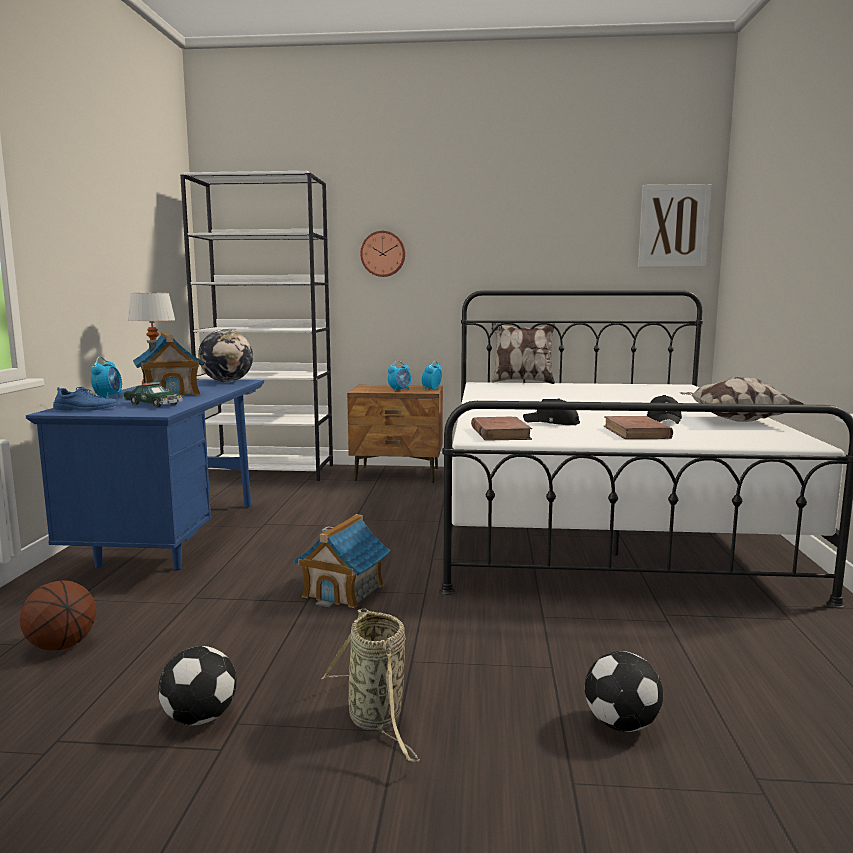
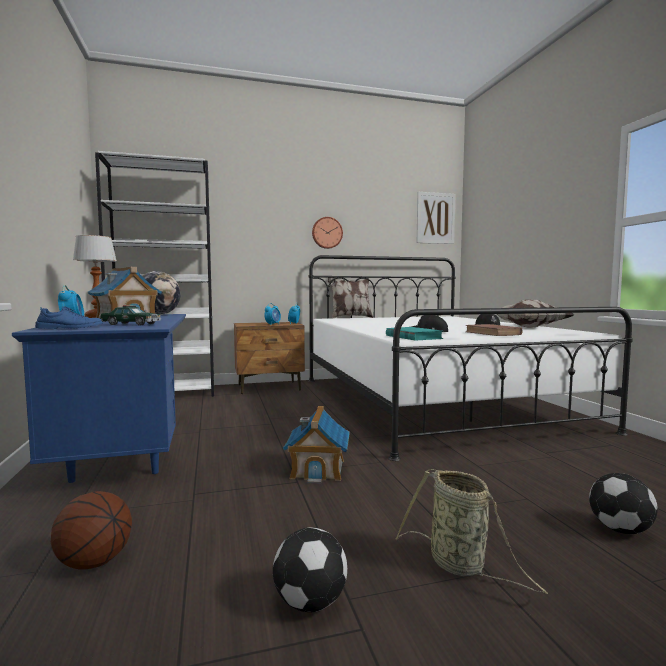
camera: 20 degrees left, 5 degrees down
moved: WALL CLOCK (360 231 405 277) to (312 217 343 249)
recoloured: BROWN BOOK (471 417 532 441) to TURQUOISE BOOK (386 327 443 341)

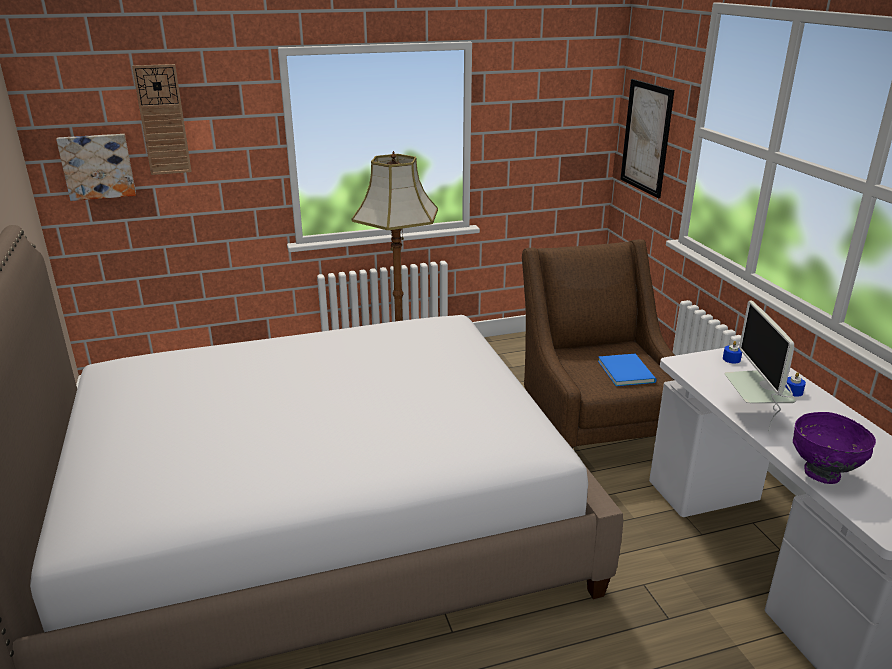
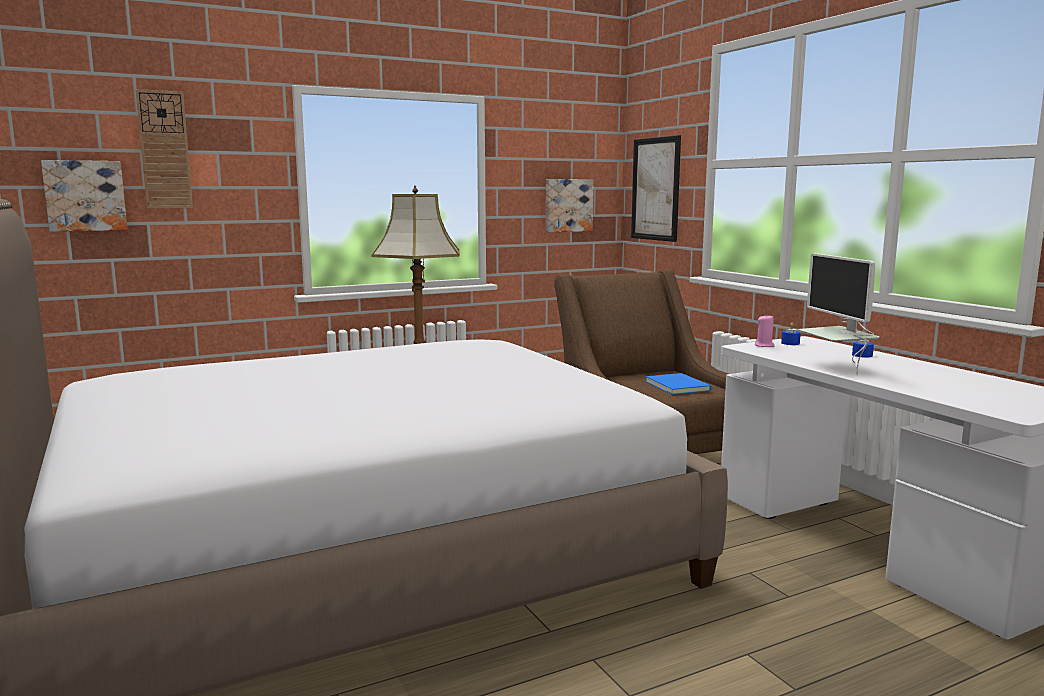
camera: 10 degrees left, 15 degrees down
removed: PURPLE BOWL (793 412 876 484)
added: PICTURE (546 179 594 232); PINK CANDLE (755 314 775 347)

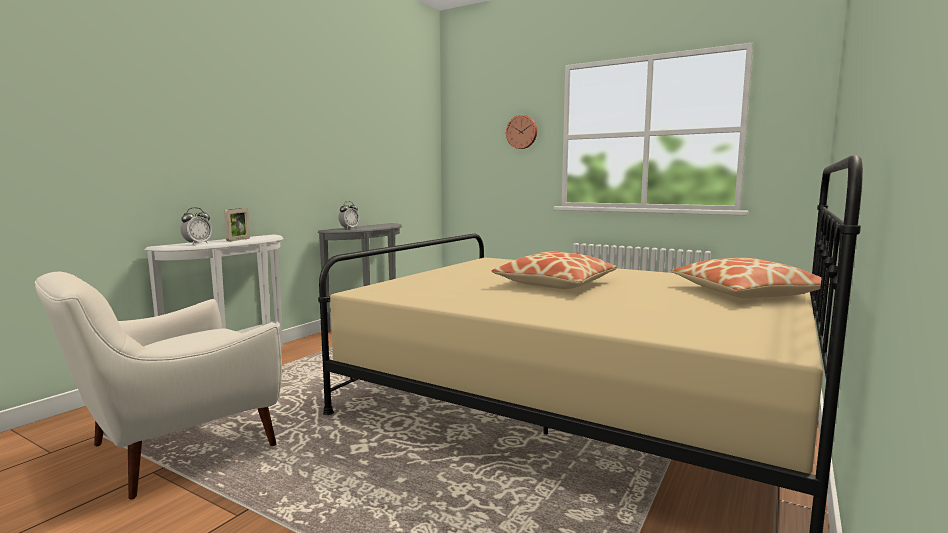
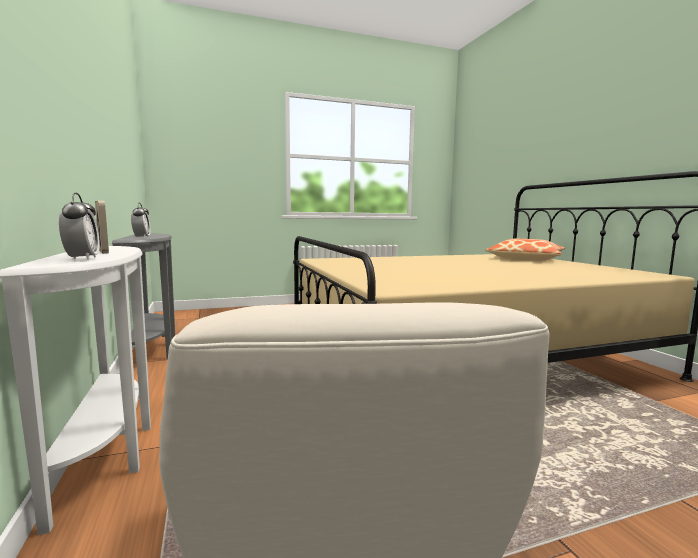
camera: 50 degrees left, 0 degrees up
removed: PILLOW (491 252 617 289); WALL CLOCK (506 115 537 149)

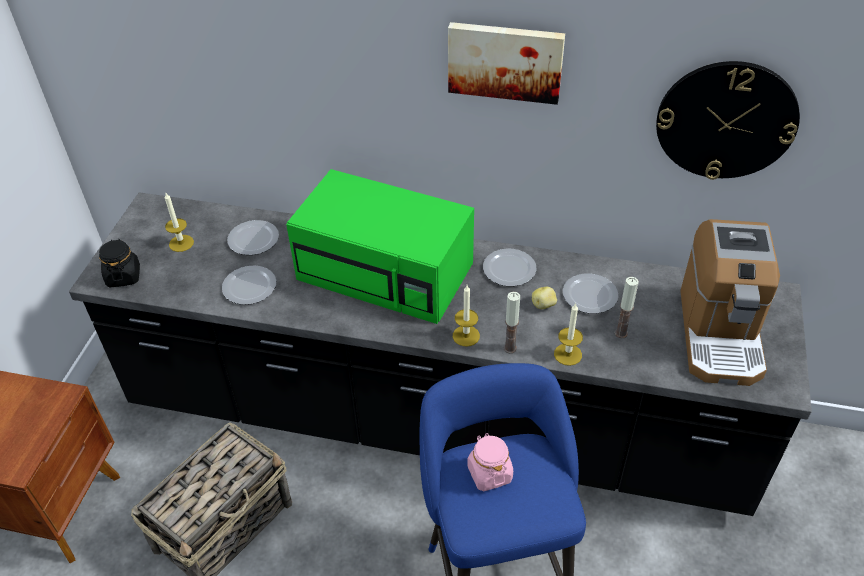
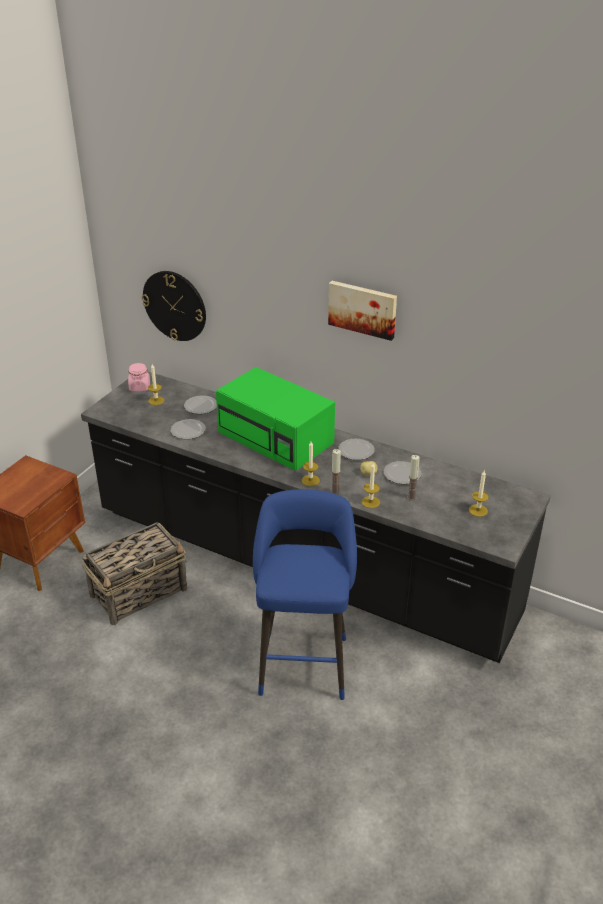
camera: 15 degrees right, 10 degrees down
removed: BLACK JAR (99 239 140 287)
moved: PINK JAR (467 433 513 491) to (128 363 150 392); WALL CLOCK (656 61 800 180) to (142 271 206 341)
replaced: COFFEE MACHINE (680 219 780 386) to CANDLE (469 471 489 517)

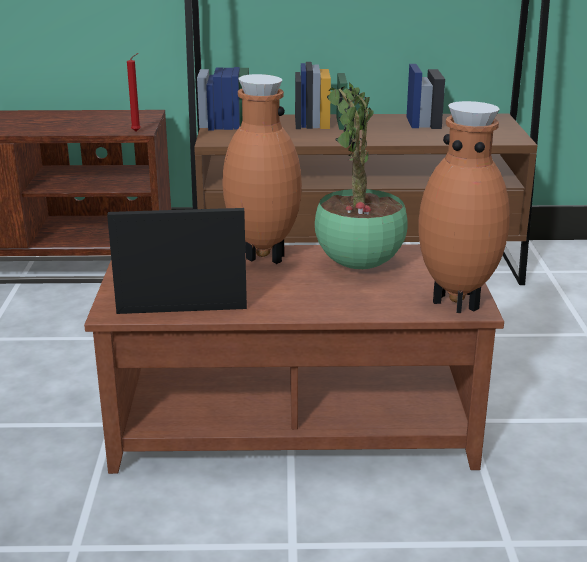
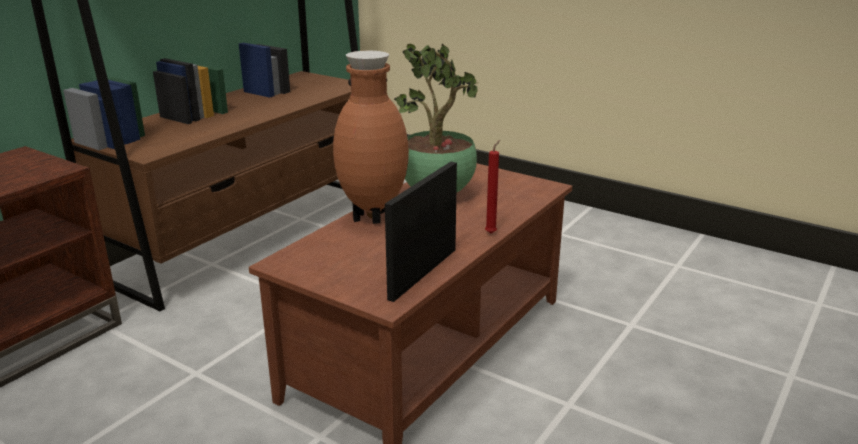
camera: 55 degrees left, 0 degrees up
removed: BROWN VASE (419 101 510 313)
moved: RED CANDLE (127 53 141 132) to (485 140 500 234)

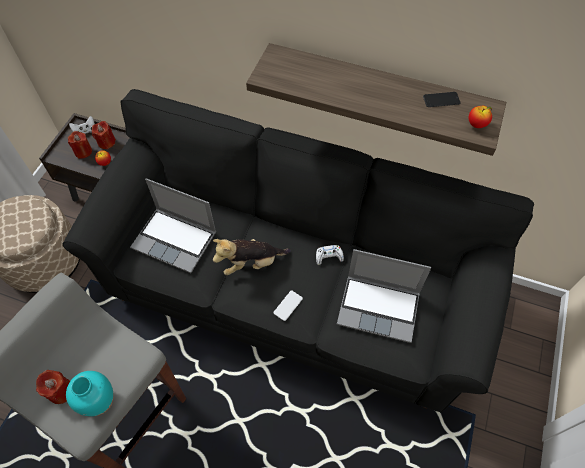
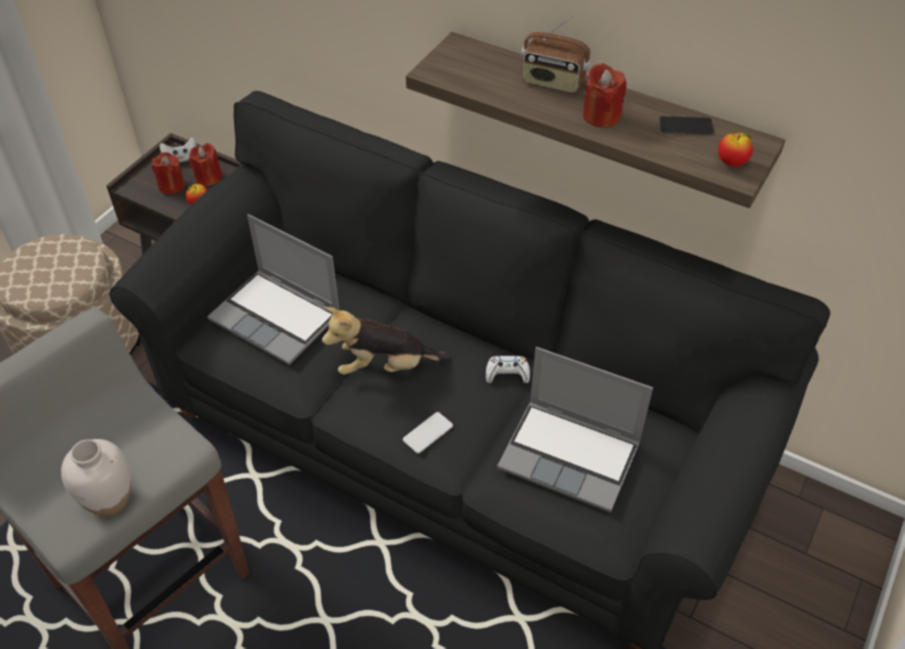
camera: 10 degrees right, 10 degrees down
added: RADIO (521 15 591 93)
moved: RED CANDLE (36 370 70 404) to (583 63 627 127)
recoloured: TURQUOISE VASE (66 371 114 416) to WHITE VASE (61 439 131 516)

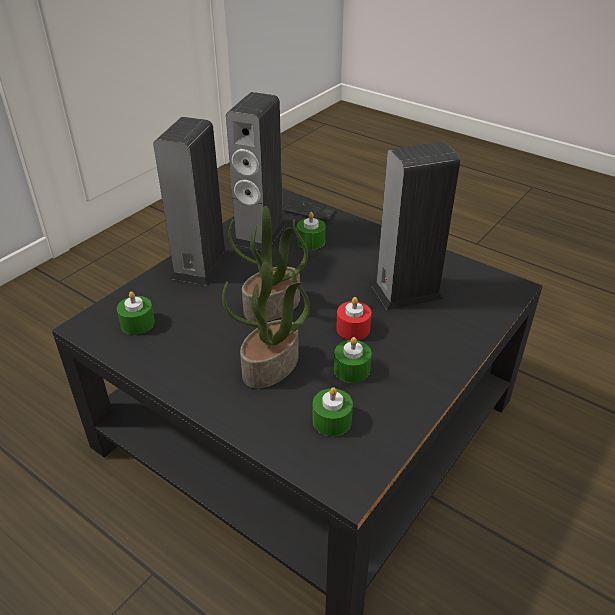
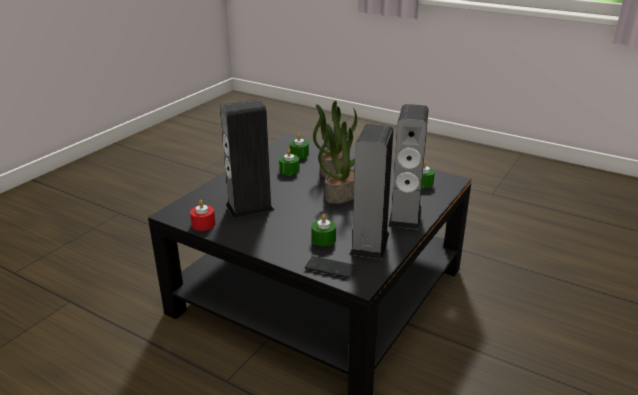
camera: 175 degrees right, 10 degrees down
moved: RED CANDLE (336 297 371 340) to (190 200 215 231)

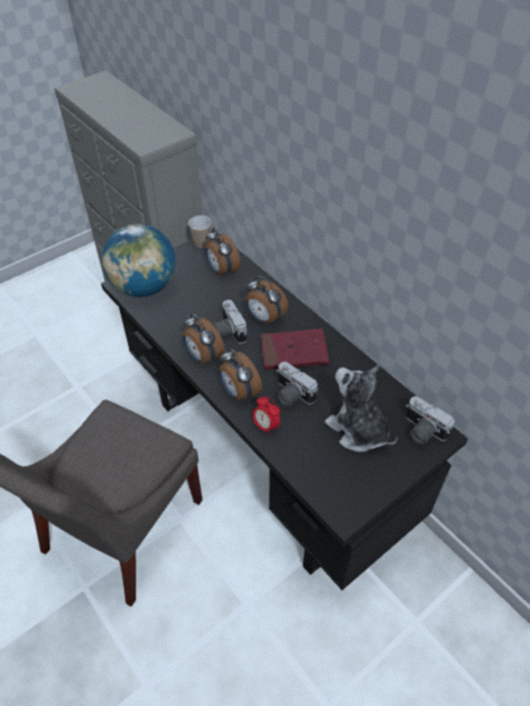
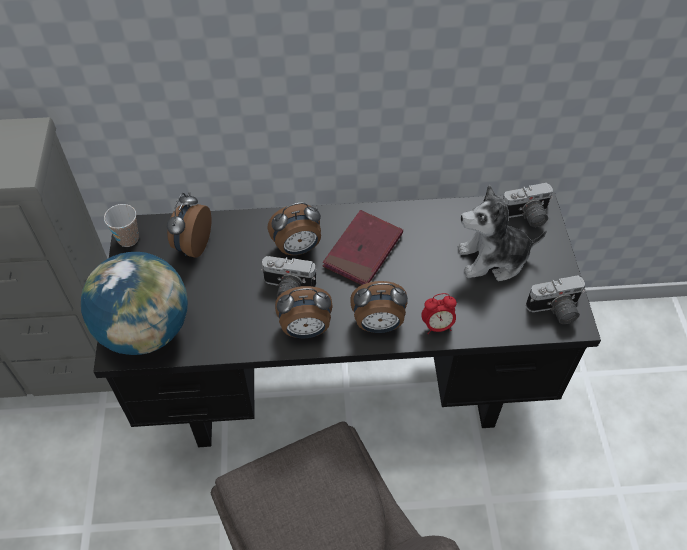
camera: 55 degrees left, 5 degrees up
moved: PHOTO CAMERA (276 362 318 407) to (526 275 585 324)
turned: ALARM CLOCK (205 227 241 277) = (167 192 211 257) 105 degrees clockwise

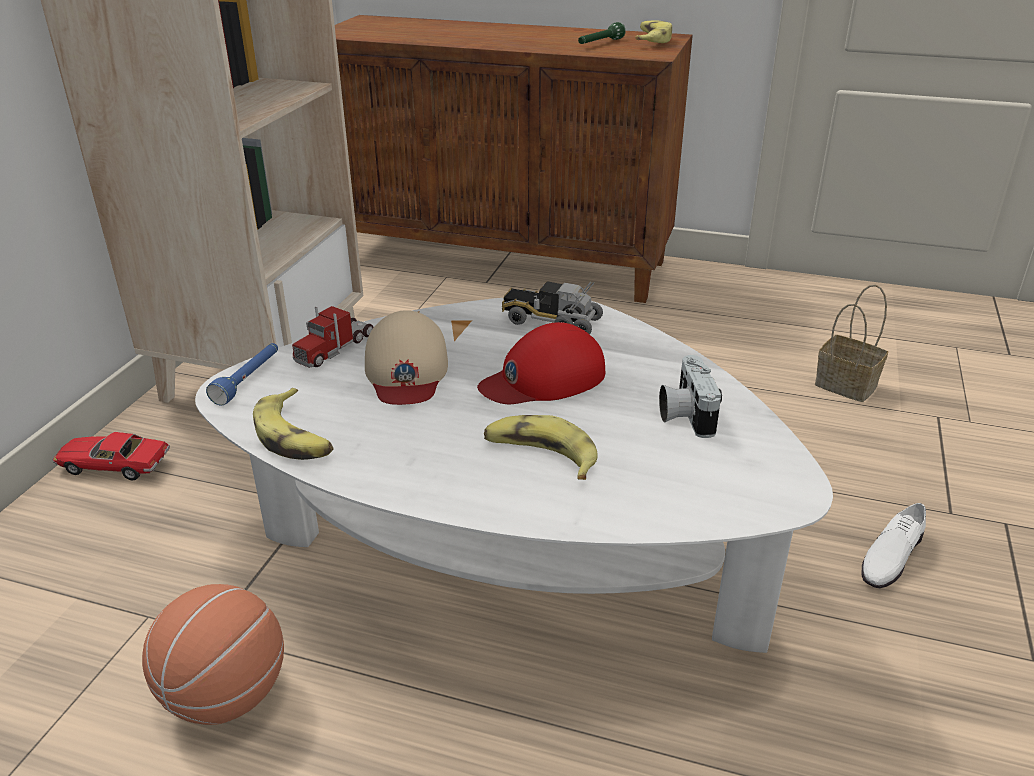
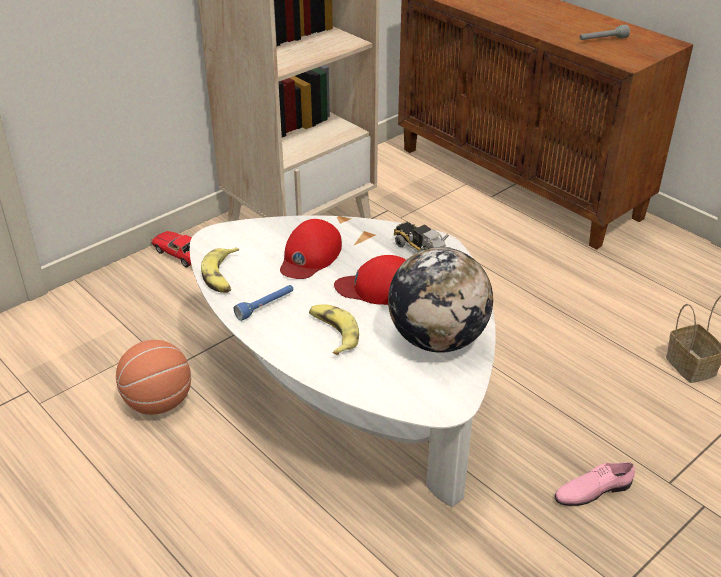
camera: 30 degrees right, 5 degrees up
removed: TOY TRUCK (292 306 374 368); BANANA (635 20 672 43)
moved: BLUE FLASHLIGHT (206 343 278 406) to (234 285 294 321)
replaced: PHOTO CAMERA (659 355 722 438) to GLOBE (388 247 493 353)
recoloured: BEIGE CAP (365 310 448 405) to RED CAP (280 219 342 279); WHITE SHOE (862 503 926 588) to PINK SHOE (555 462 635 506); GREEN FLASHLIGHT (578 22 626 44) to GREY FLASHLIGHT (580 25 630 40)

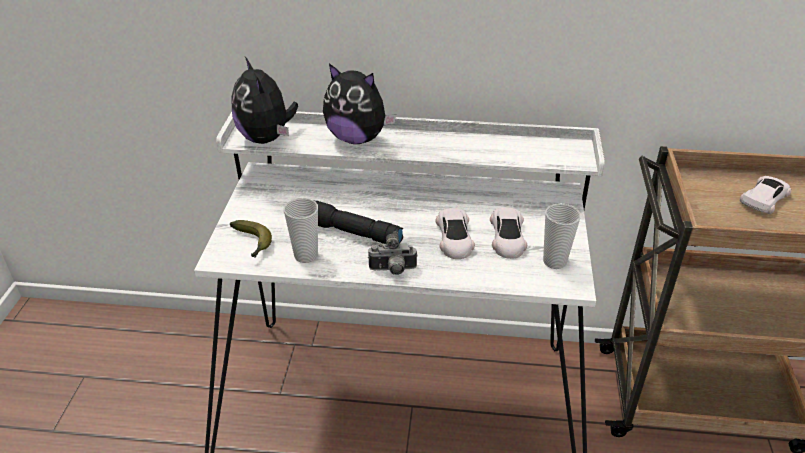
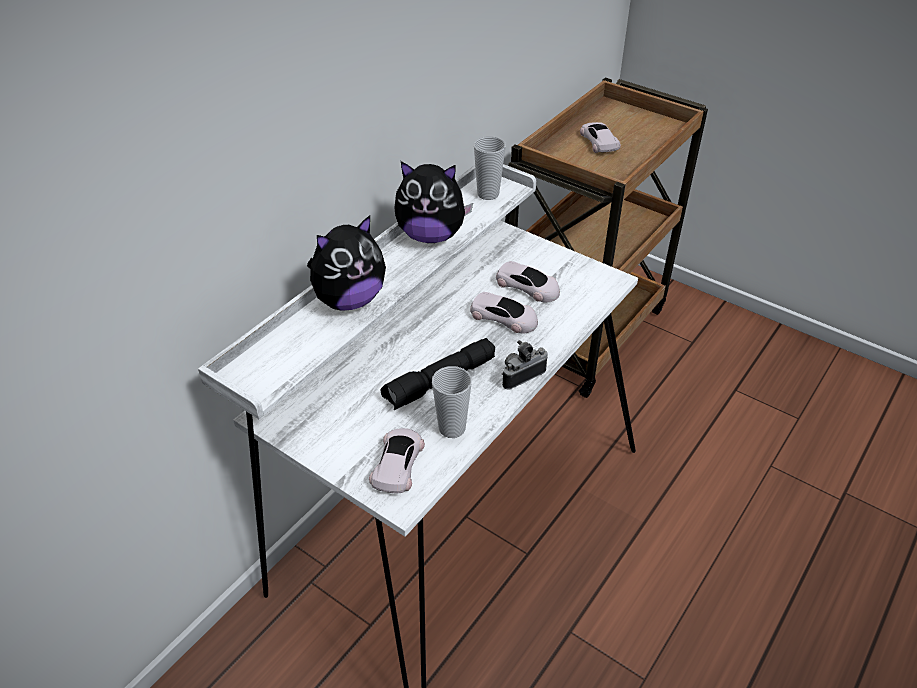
camera: 60 degrees left, 5 degrees up
moved: PLUSH TOY (231 57 298 144) to (394 161 473 243); CUP (543 203 581 269) to (474 136 506 200)
replaced: BANANA (230 220 272 258) to WHITE TOY CAR (369 428 425 493)
turned: PHOTO CAMERA (368 231 417 275) = (502 340 548 389) 150 degrees counterclockwise

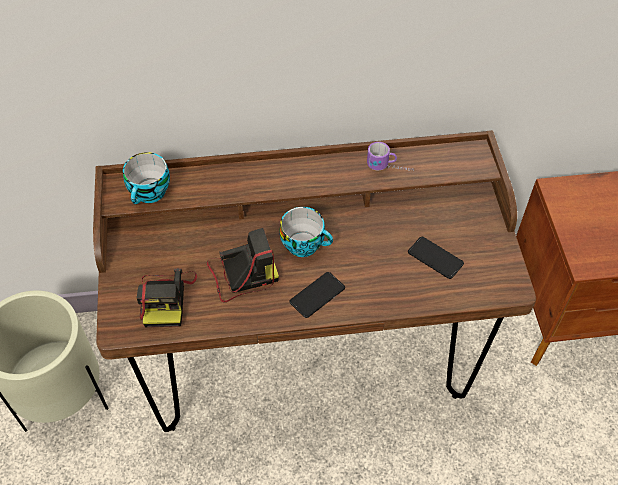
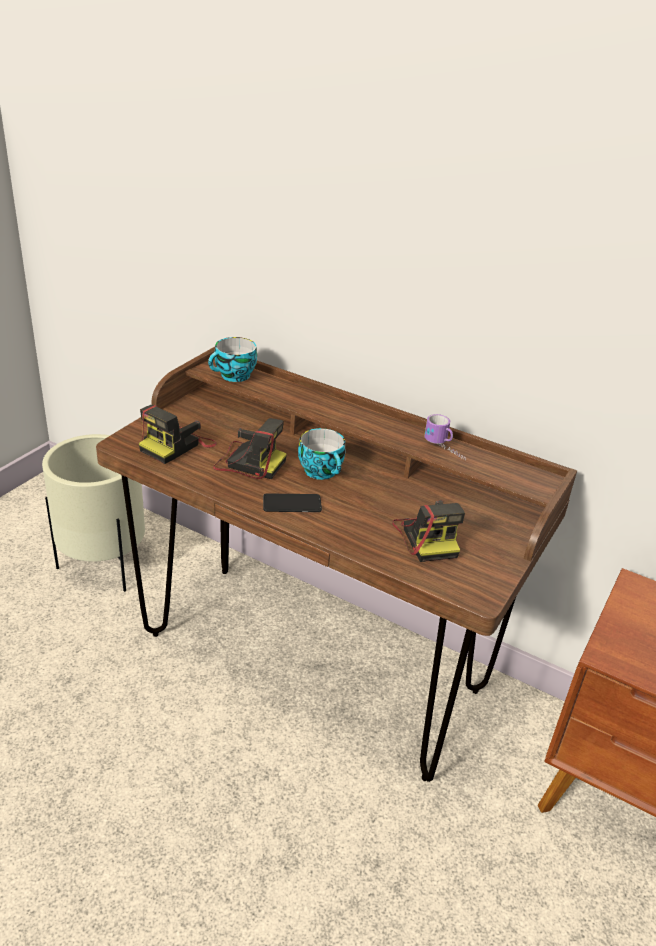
camera: 35 degrees right, 20 degrees down
replaced: PHONE (408 237 464 279) to PHOTO CAMERA (392 500 465 562)

